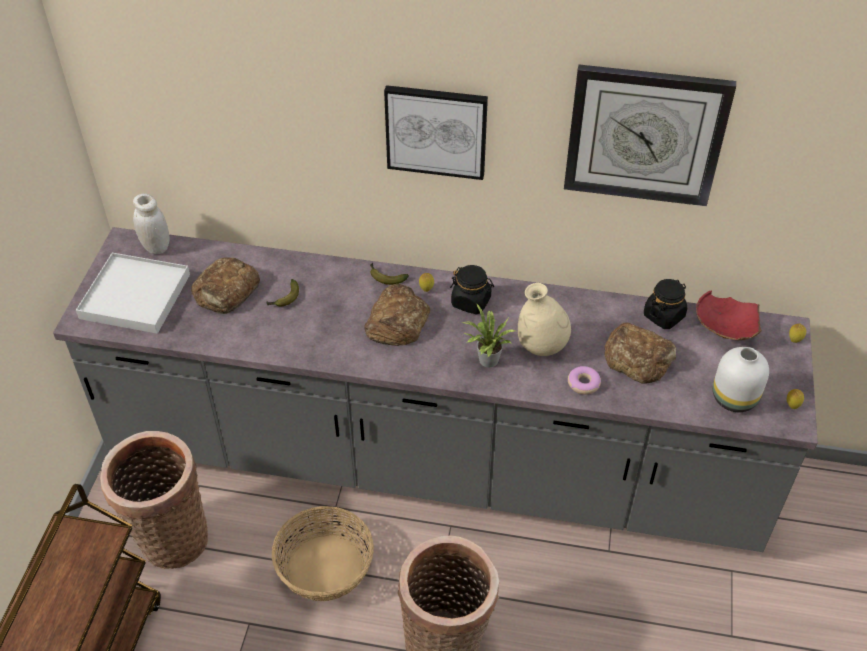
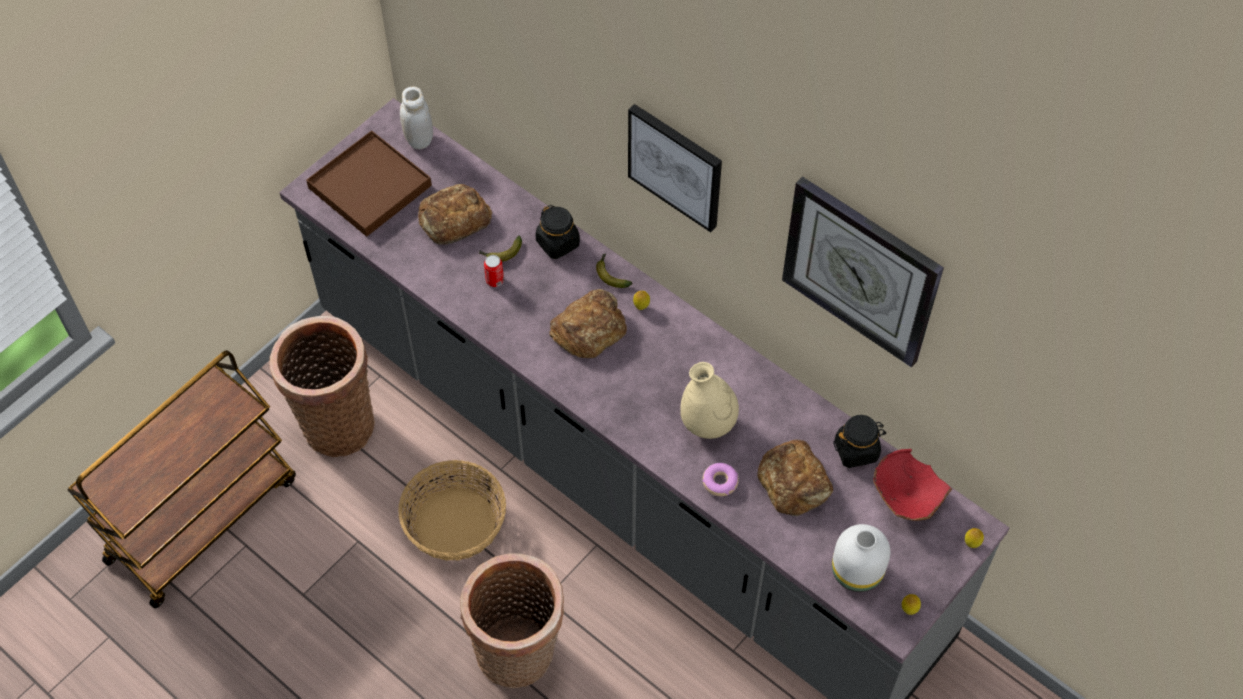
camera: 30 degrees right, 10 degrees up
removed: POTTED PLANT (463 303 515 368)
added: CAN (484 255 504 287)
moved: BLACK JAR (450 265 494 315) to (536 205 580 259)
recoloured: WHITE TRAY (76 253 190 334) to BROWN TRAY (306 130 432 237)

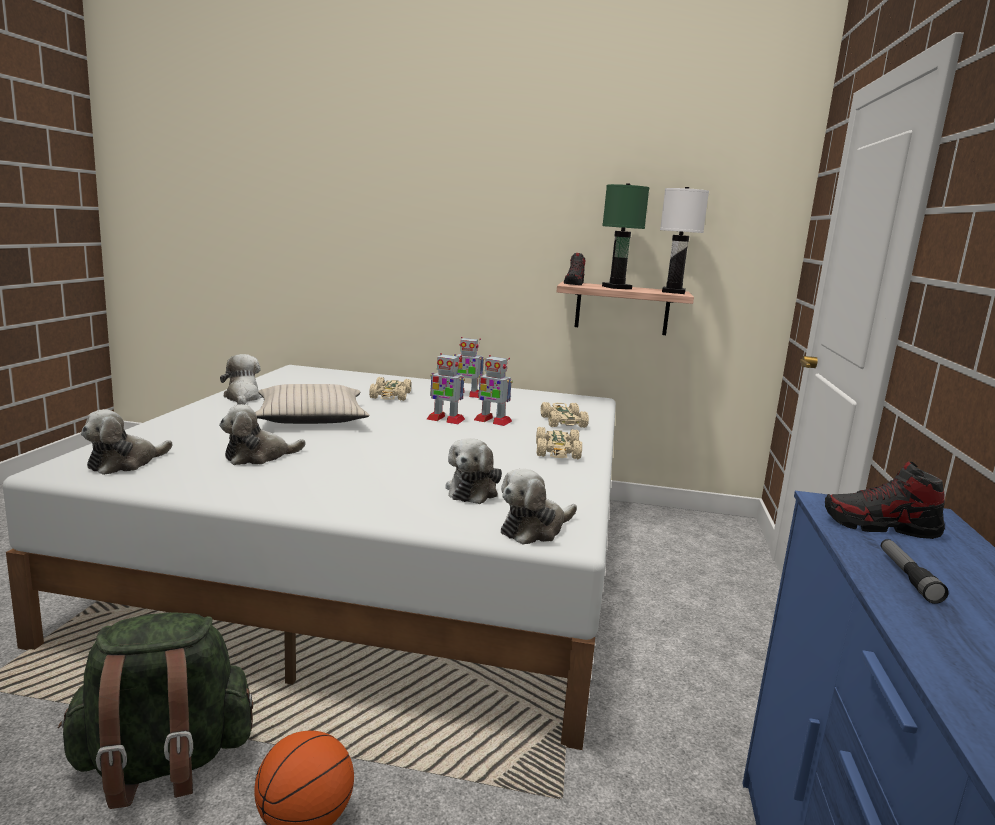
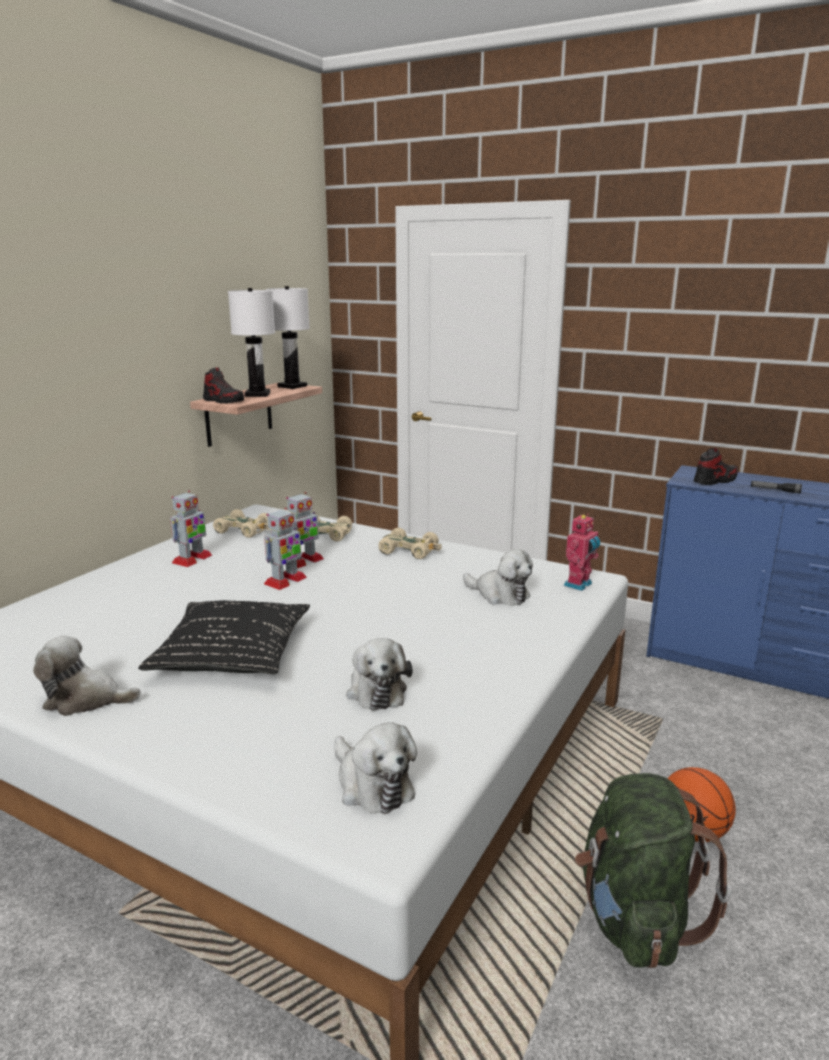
camera: 70 degrees left, 5 degrees up
moved: BEIGE TOY CAR (369 377 412 401) to (213 509 269 538)
replaced: PLUSH TOY (501 469 577 545) to TOY ROBOT (564 514 600 591)
recoloured: BEIGE PILLOW (255 384 369 424) to BLACK PILLOW (138 600 310 674); GREEN TABLE LAMP (602 183 649 289) to WHITE TABLE LAMP (228 288 275 397)
turned: SHOE (825 461 945 539) = (694 448 738 485) 150 degrees counterclockwise

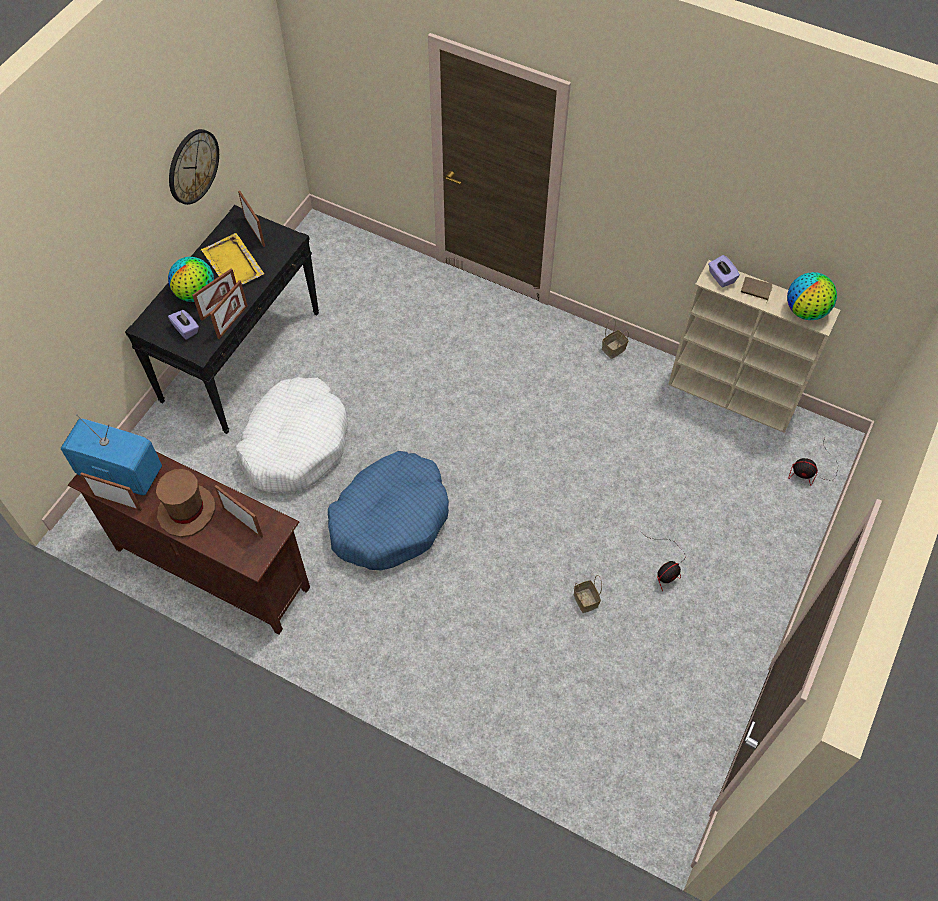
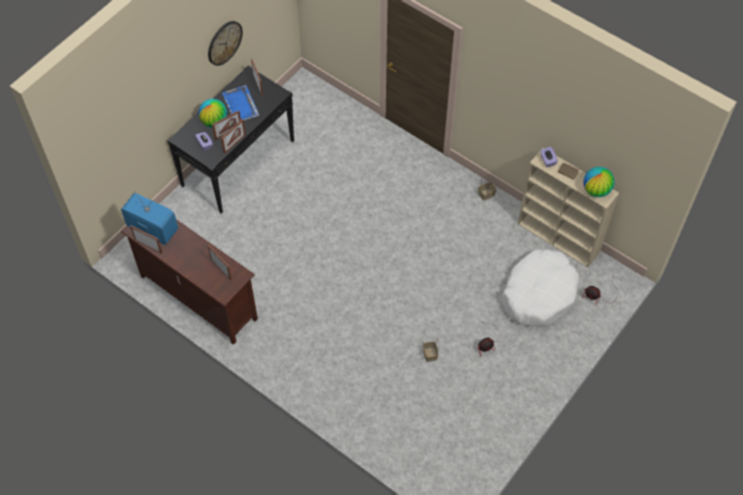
camera: 10 degrees right, 0 degrees up
removed: BROWN HAT (156 469 215 538); BLUE DOG BED (328 451 449 570)
moved: WHITE DOG BED (236 377 348 492) to (502 249 579 328)
recoloured: YELLOW TRAY (201 233 264 284) to BLUE TRAY (222 85 259 120)

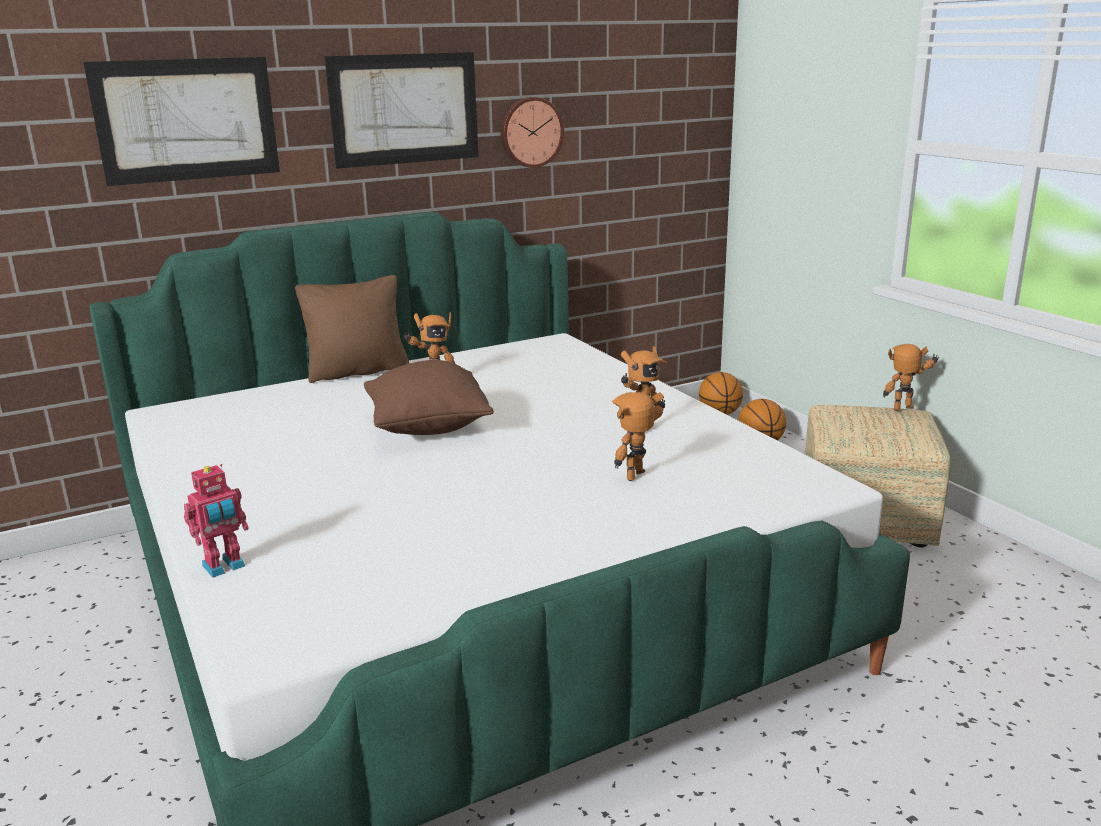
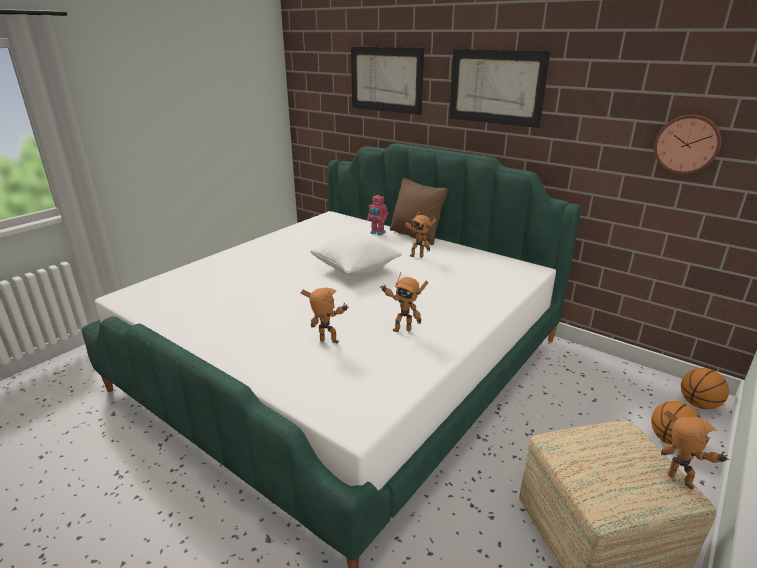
camera: 65 degrees right, 5 degrees up
moved: TOY ROBOT (184 464 249 578) to (367 195 388 236); WALL CLOCK (500 97 564 168) to (654 115 722 174)
recoloured: BROWN PILLOW (364 360 494 435) to WHITE PILLOW (310 232 402 276)

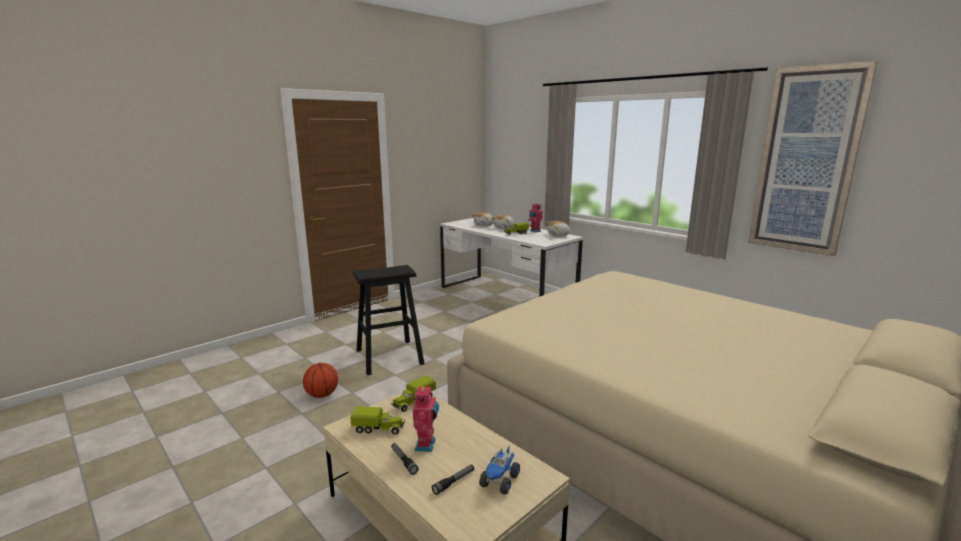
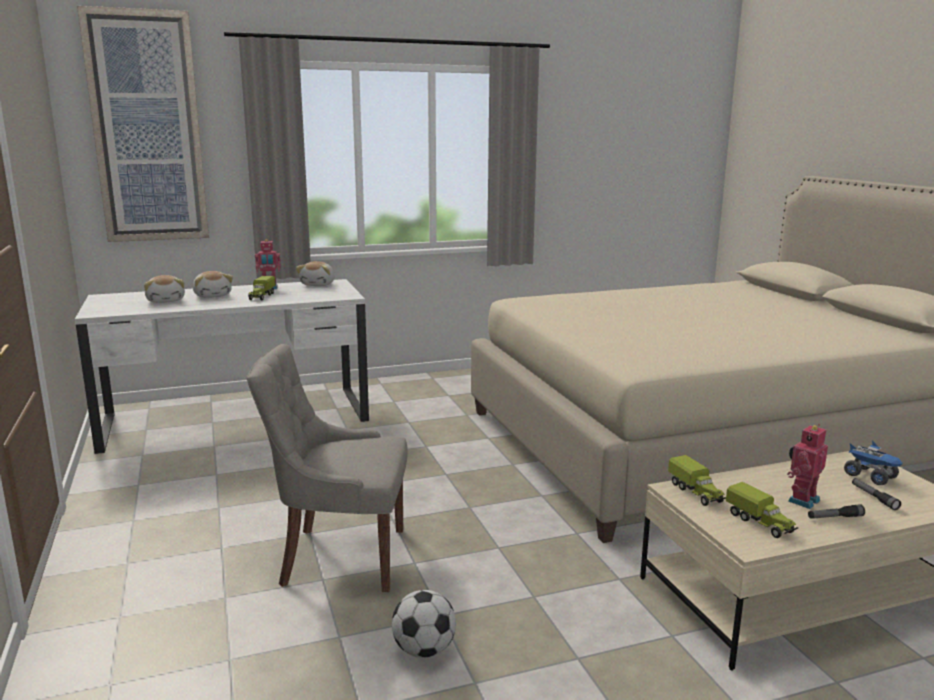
camera: 65 degrees left, 0 degrees up
moved: PICTURE (748 61 878 256) to (77 6 209 242)
replaced: BLACK STOOL (353 265 424 375) to GREY CHAIR (247 344 408 592); BASKETBALL (303 363 338 398) to FOOTBALL (392 590 456 658)
turned: TOY TRUCK (350 406 405 435) = (726 482 799 538) 120 degrees clockwise; TOY ROBOT (413 384 439 452) = (787 424 828 509) 75 degrees counterclockwise

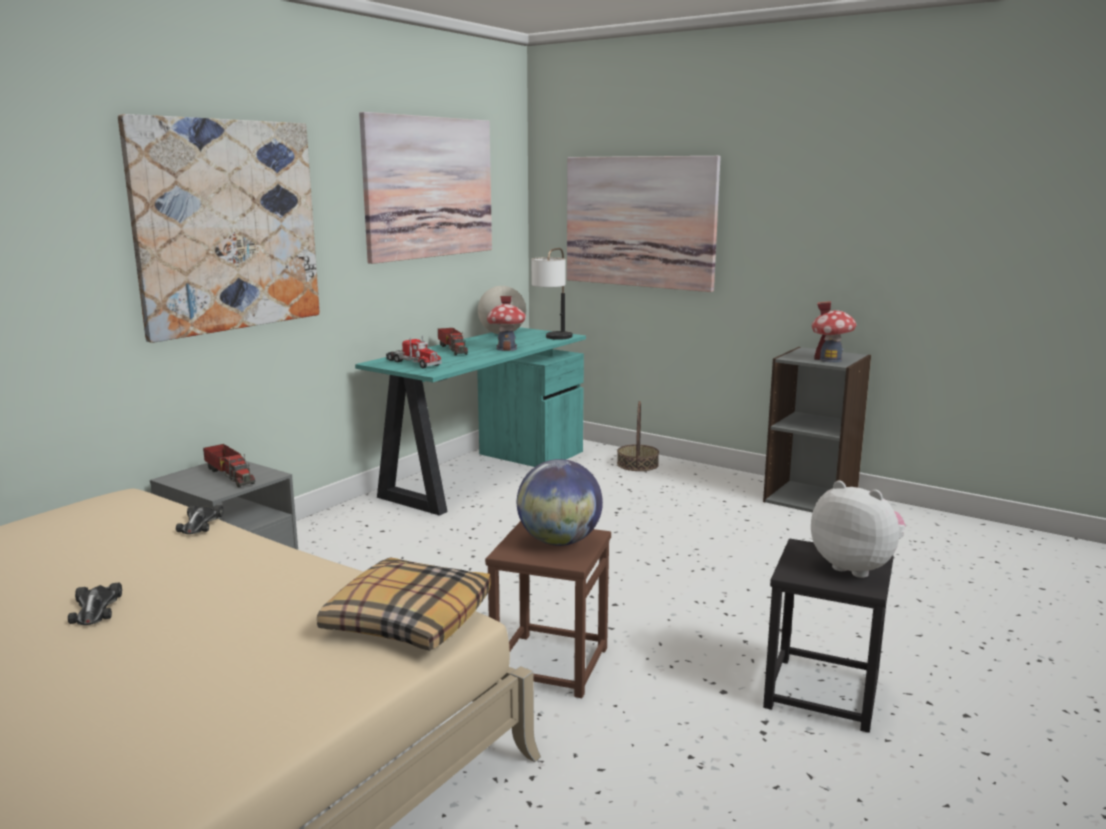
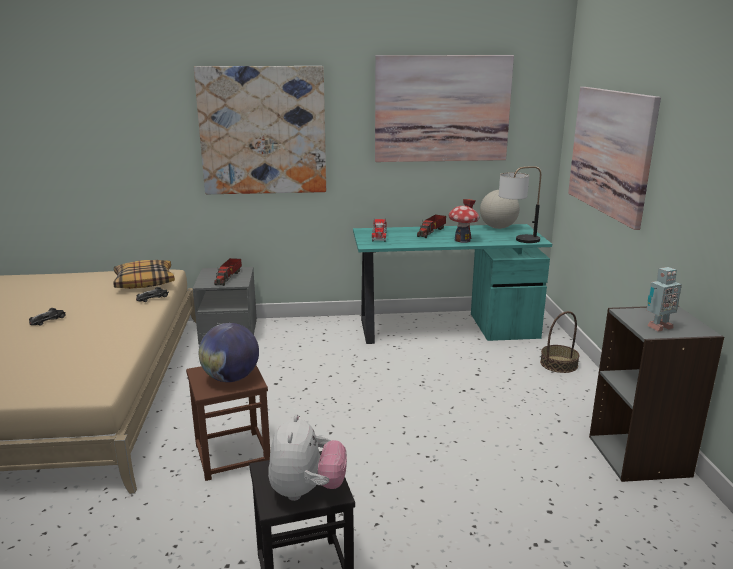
camera: 50 degrees right, 5 degrees up
moved: PILLOW (317 557 491 651) to (113 260 175 289)
replaced: TOY HOUSE (812 301 857 362) to TOY ROBOT (646 267 682 332)

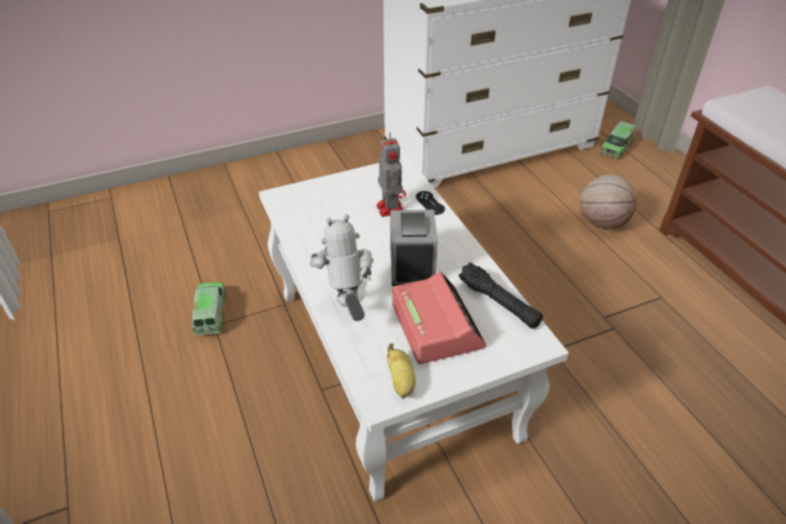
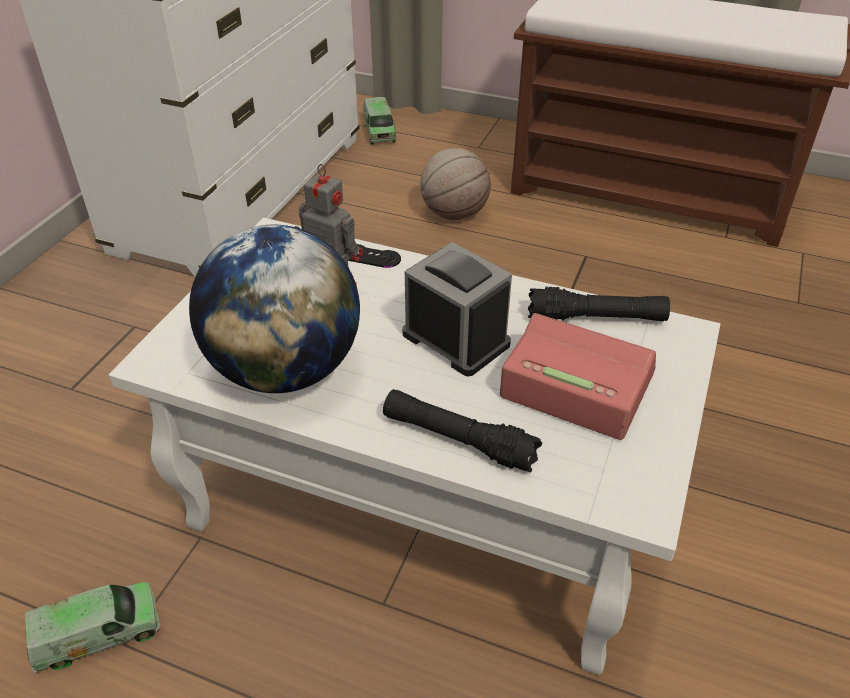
camera: 45 degrees left, 0 degrees up
removed: BANANA (387 343 415 399)
added: GLOBE (189 225 360 393)
replaced: TOY ROBOT (310 214 373 321) to BLACK FLASHLIGHT (383 389 542 472)
turned: TOY TRUCK (192 282 226 336) = (25 582 160 673) 120 degrees clockwise

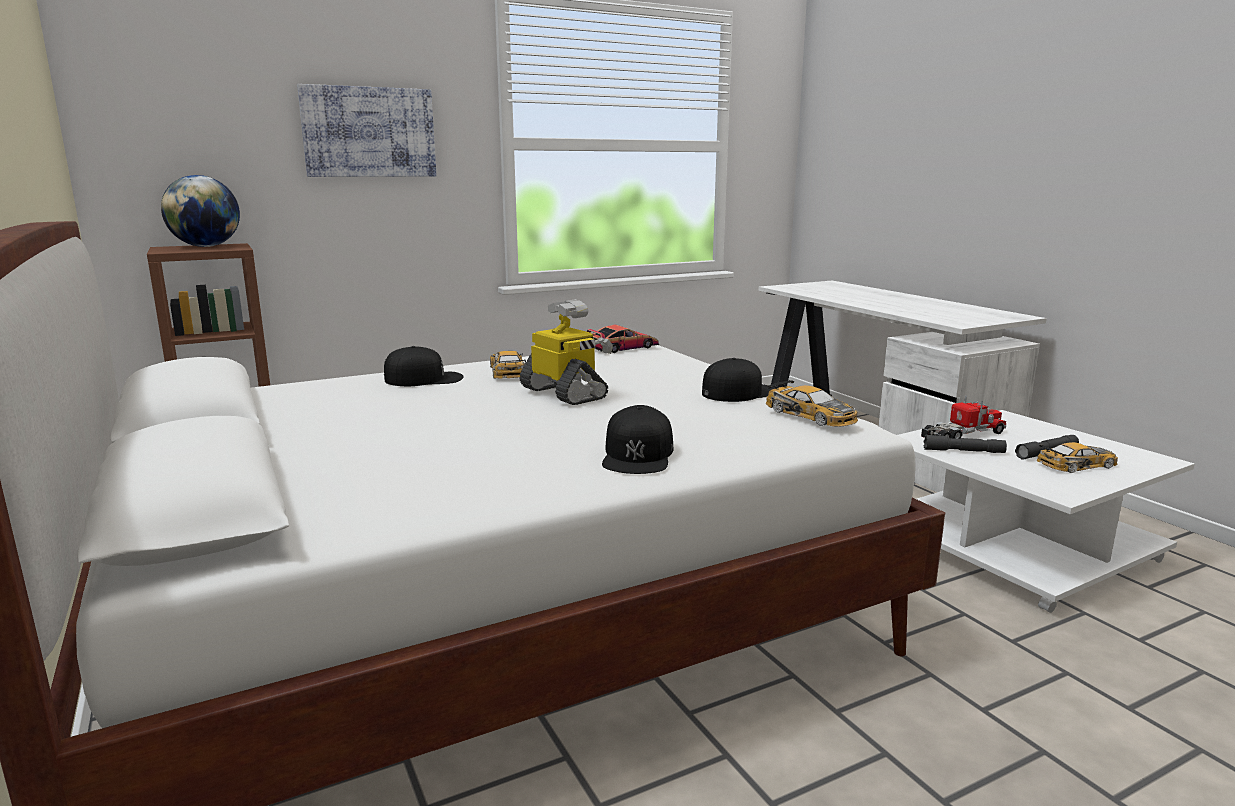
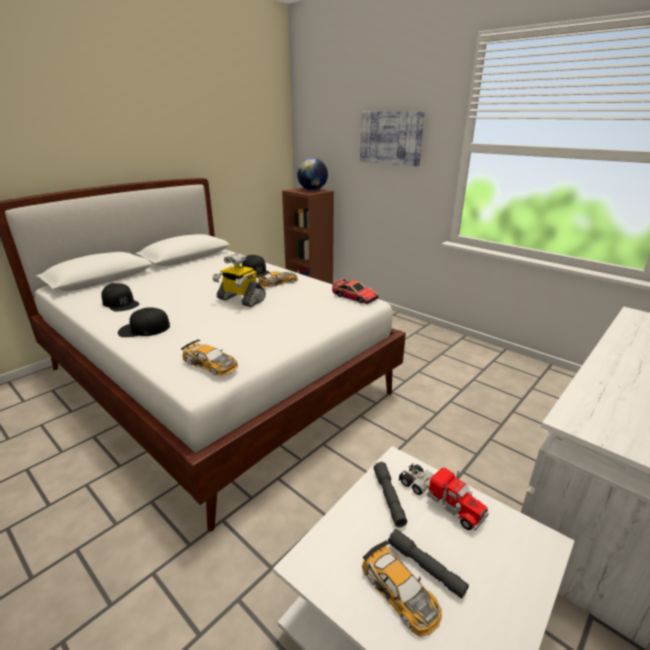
camera: 70 degrees right, 10 degrees up
moved: BLACK CAP (702 358 775 402) to (101 283 139 312)
turned: TOY CAR (766 380 858 427) = (181 339 238 376) 90 degrees counterclockwise; TOY ROBOT (519 299 613 405) = (212 253 266 307) 90 degrees clockwise

